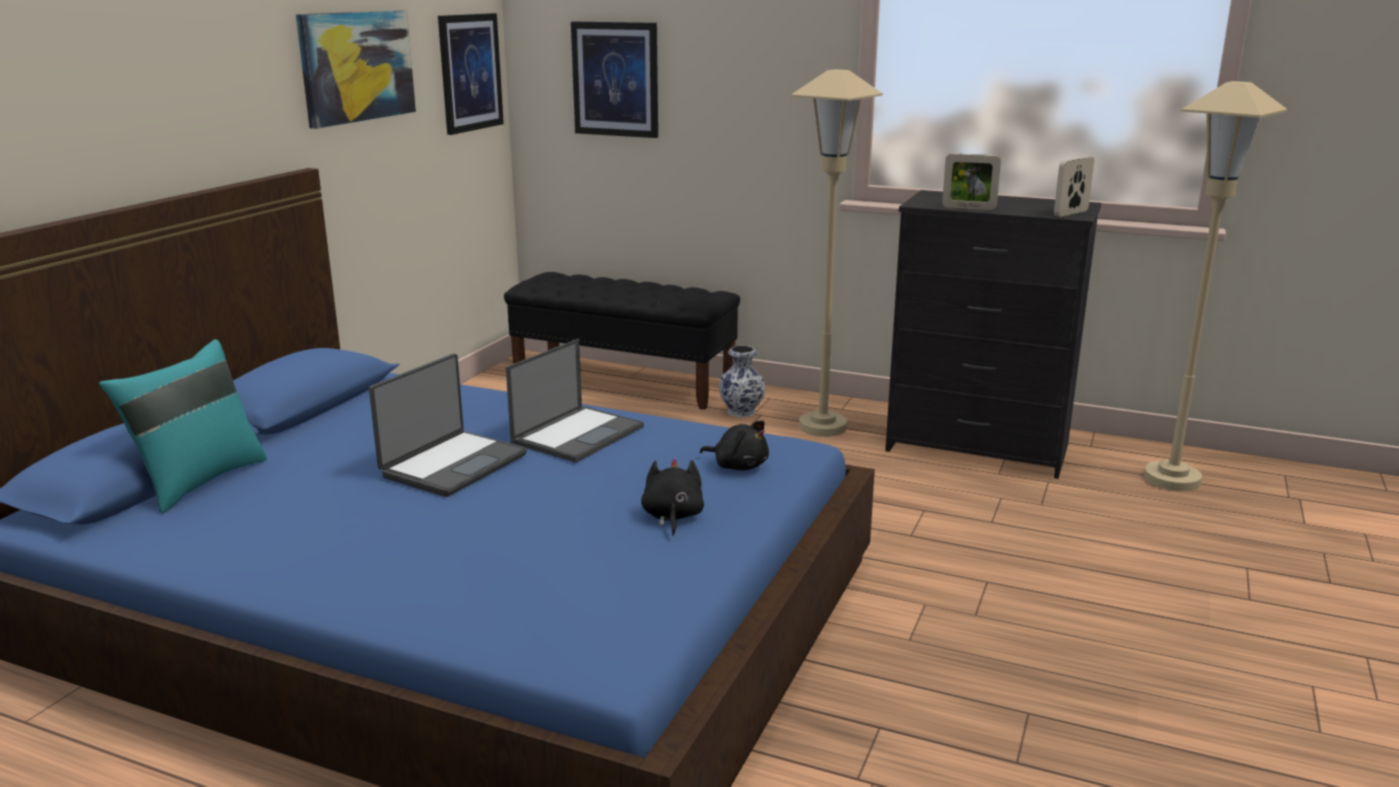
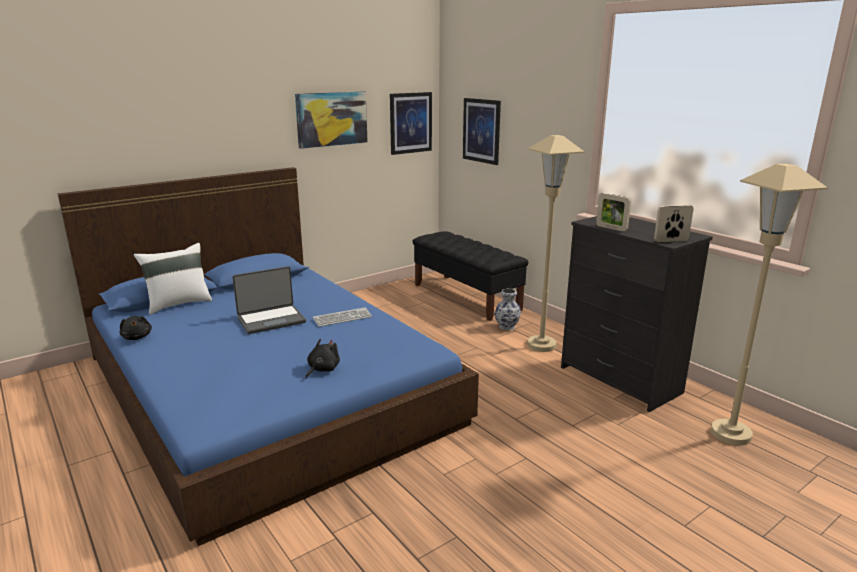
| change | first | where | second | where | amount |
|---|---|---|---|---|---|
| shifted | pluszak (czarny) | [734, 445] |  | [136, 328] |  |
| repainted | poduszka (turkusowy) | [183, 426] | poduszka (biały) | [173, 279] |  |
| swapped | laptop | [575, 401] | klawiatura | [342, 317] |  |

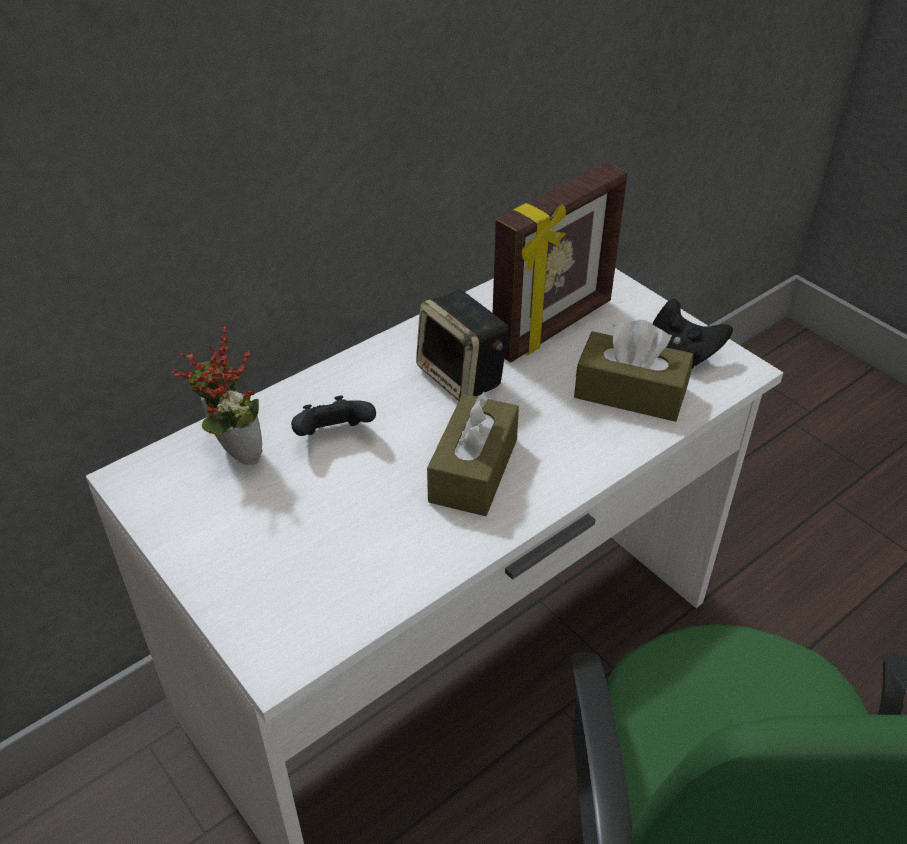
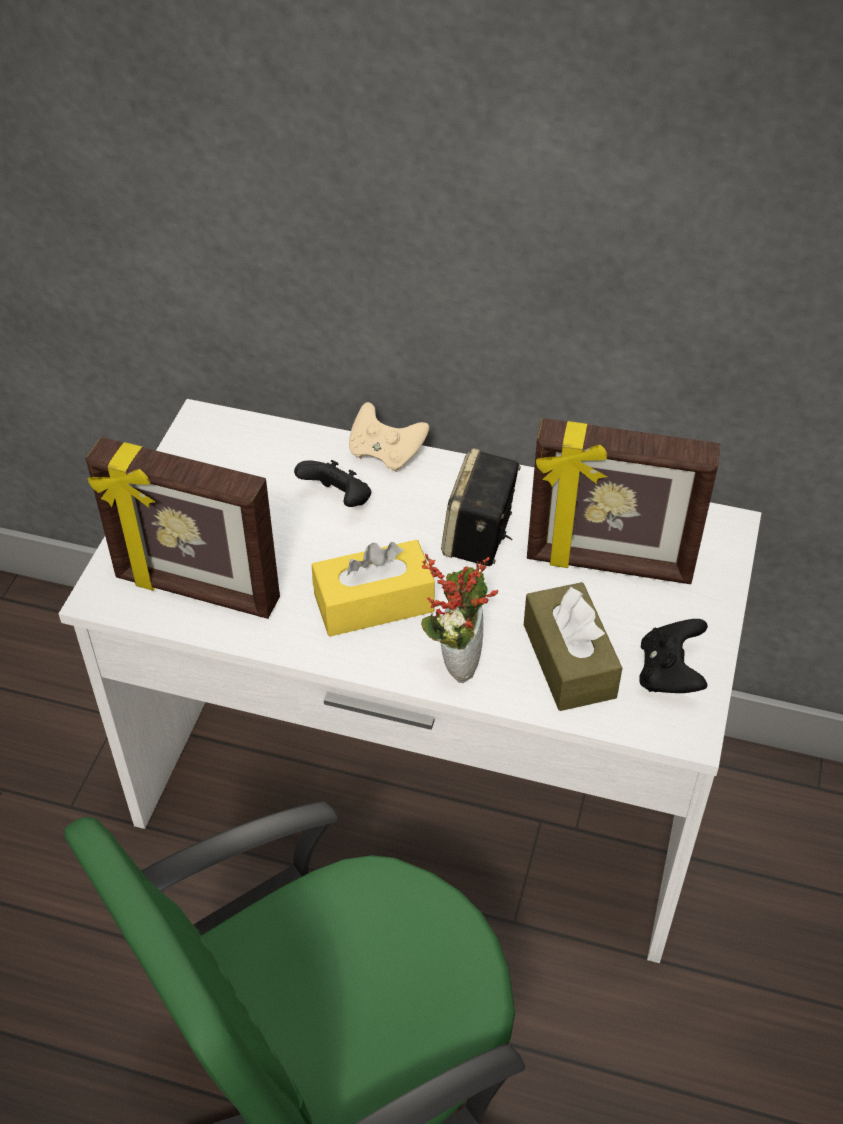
| change | first | where | second | where | amount |
|---|---|---|---|---|---|
| new |  |  | ramka na zdjęcie | [183, 528] |  |
| repainted | pudełko chusteczek (brązowy) | [473, 454] | pudełko chusteczek (żółty) | [373, 588] |  |
| new |  |  | pad do gier (beżowy) | [389, 437] |  |
| shifted | roślina doniczkowa | [217, 396] |  | [459, 618] |  |

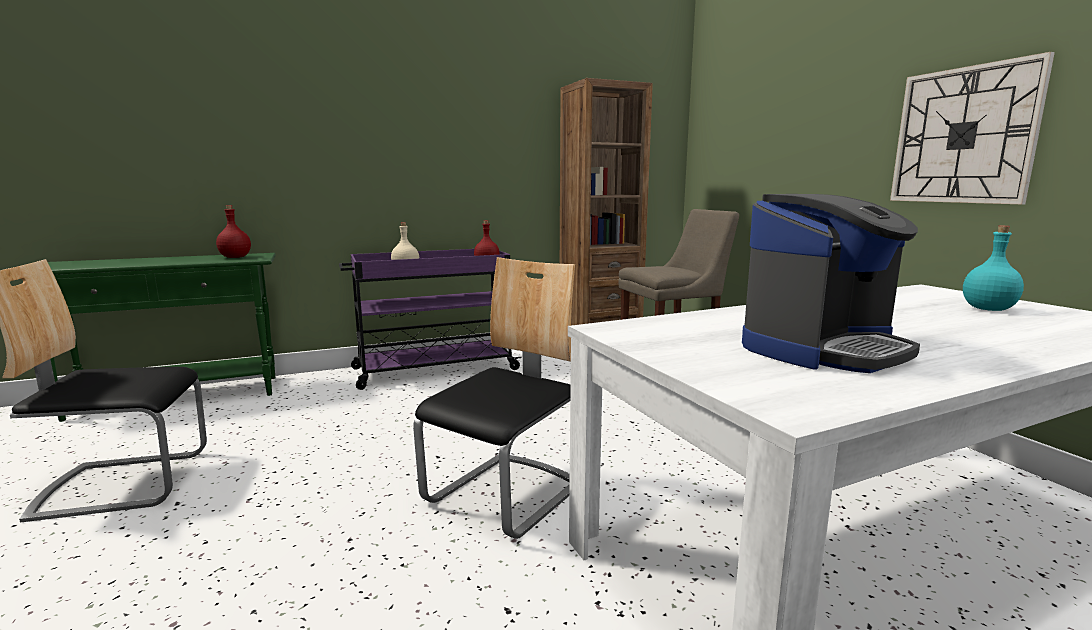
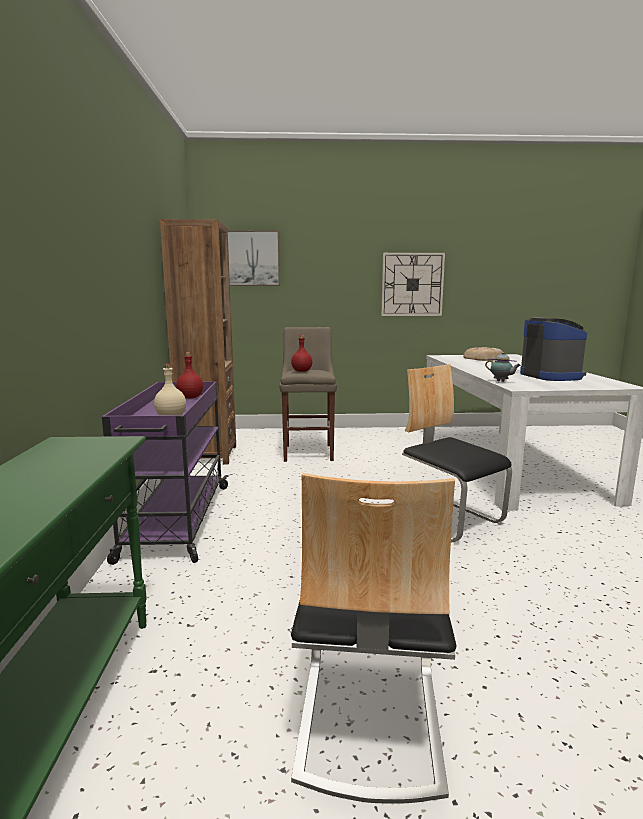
| change | first | where | second | where | amount |
|---|---|---|---|---|---|
| new |  |  | obraz | [254, 258] |  |
| shifted | butelka (czerwony) | [233, 231] |  | [301, 353] |  |
| swapped | butelka (turkusowy) | [993, 268] | chleb | [483, 354] |  |
| new |  |  | imbryk | [503, 367] |  |

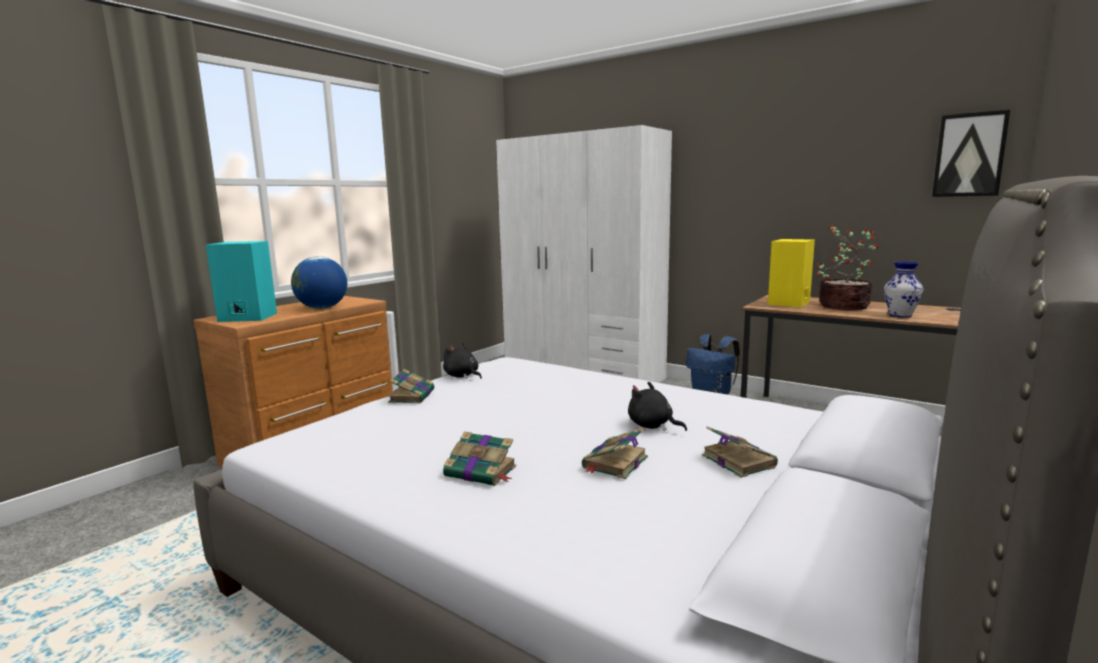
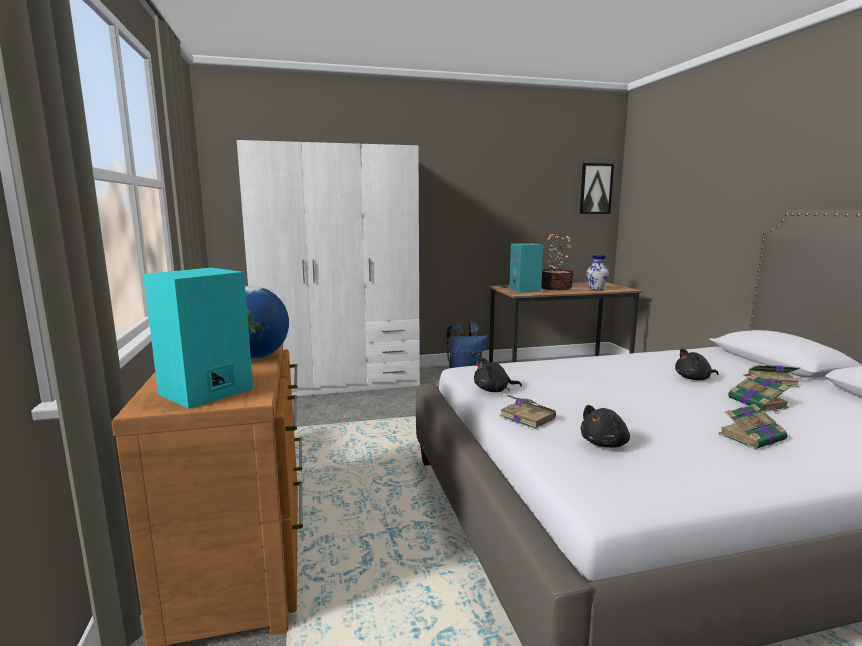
| change | first | where | second | where | amount |
|---|---|---|---|---|---|
| repainted | głośnik (żółty) | [791, 273] | głośnik (turkusowy) | [526, 268] |  |
| new |  |  | pluszak (czarny) | [605, 426] |  |

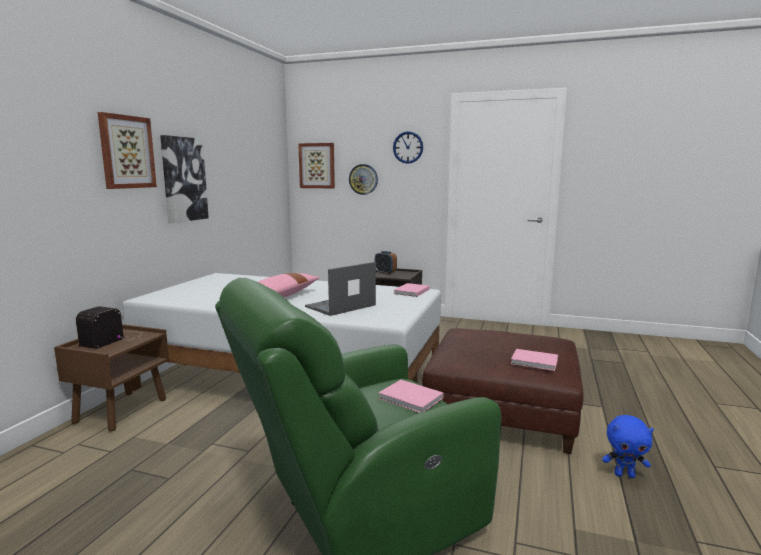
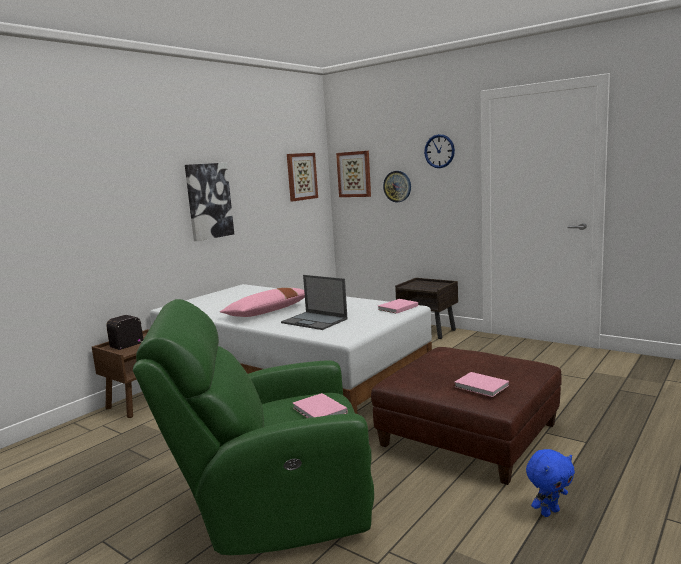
| change | first | where | second | where | amount |
|---|---|---|---|---|---|
| rotated | laptop | [340, 289] |  | [314, 302] | 120 degrees counterclockwise |
| shifted | obraz | [127, 150] |  | [302, 177] |  |
| rotated | pluszak (niebieski) | [628, 446] |  | [550, 483] | 60 degrees counterclockwise |
| gone | budzik | [386, 263] |  |  |  |

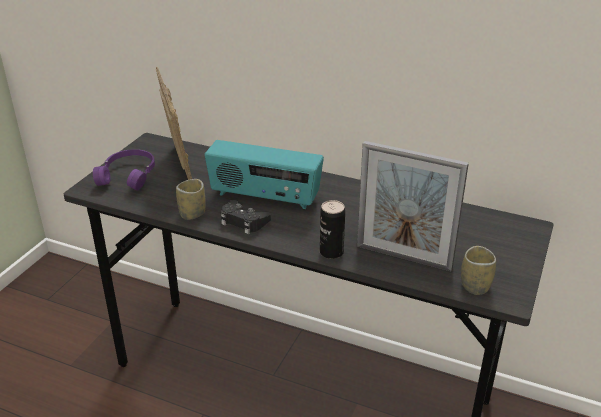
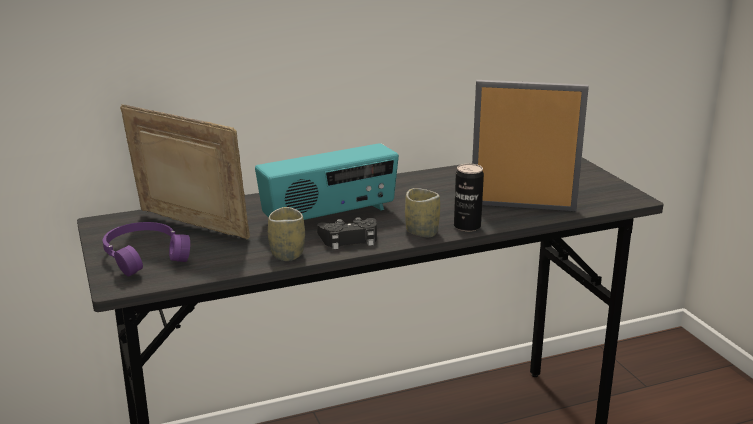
| change | first | where | second | where | amount |
|---|---|---|---|---|---|
| shifted | filiżanka | [478, 270] |  | [422, 212] |  |
| rotated | ramka na zdjęcie | [413, 206] |  | [530, 145] | 150 degrees counterclockwise |

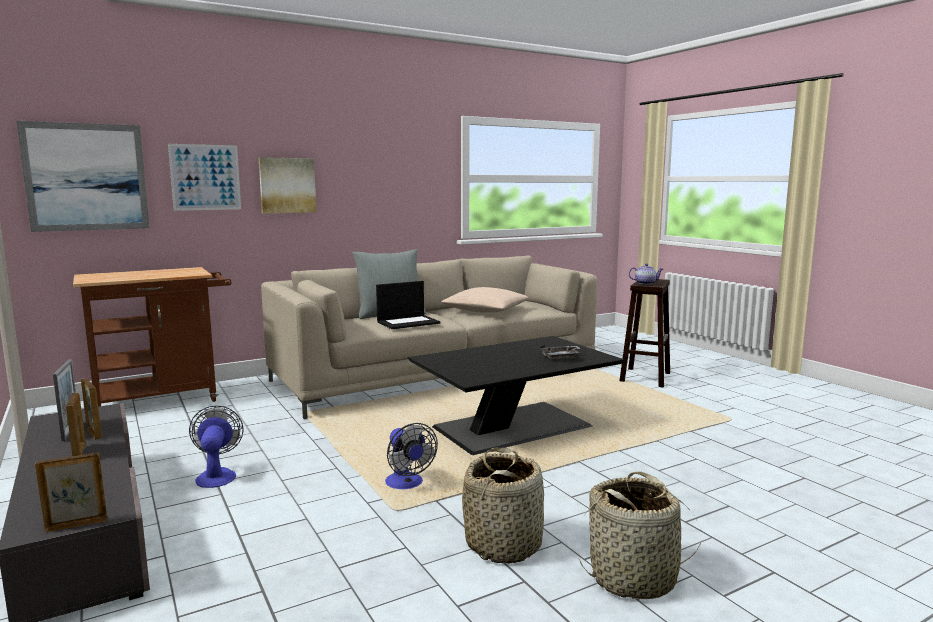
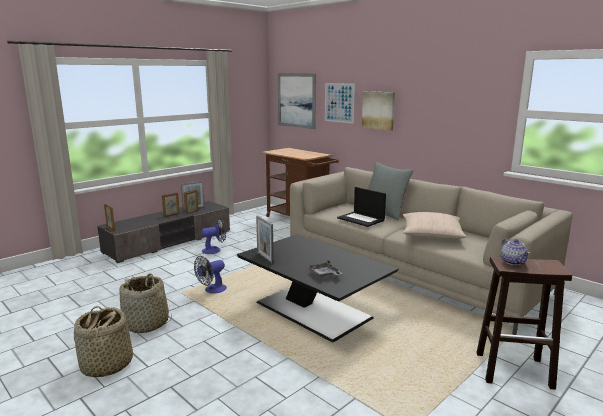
| change | first | where | second | where | amount |
|---|---|---|---|---|---|
| new |  |  | ramka na zdjęcie | [265, 240] |  |

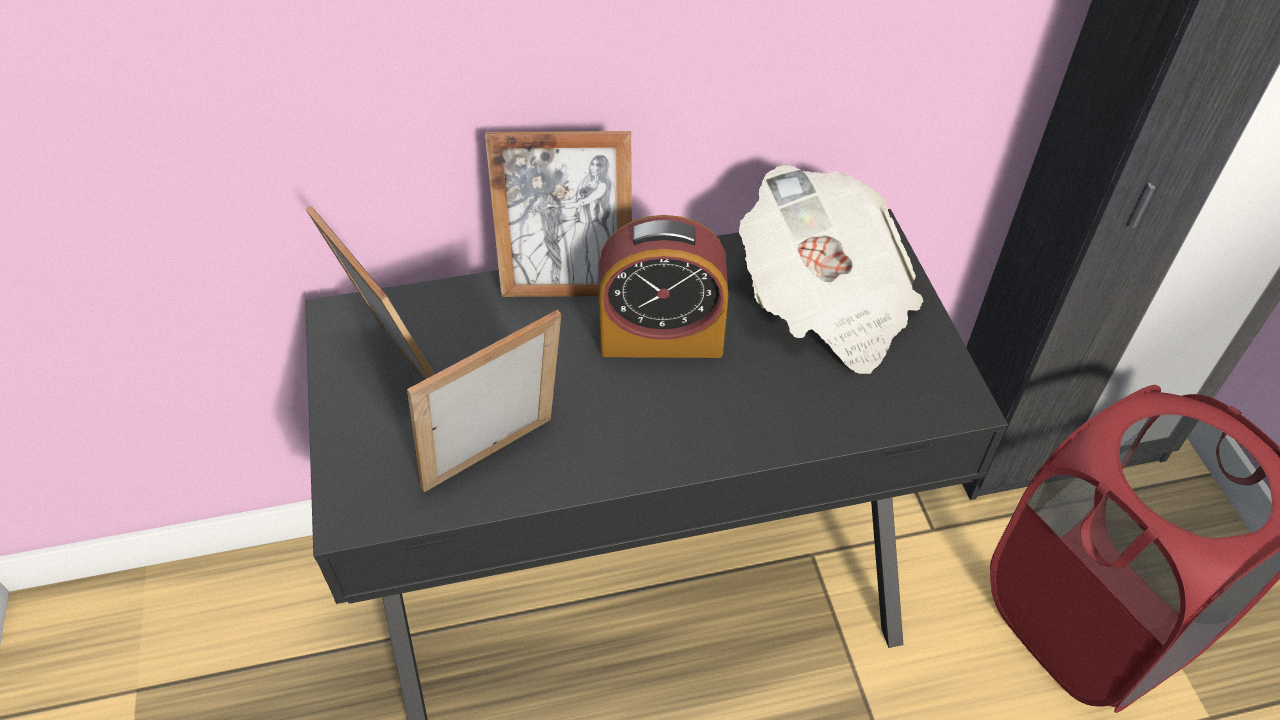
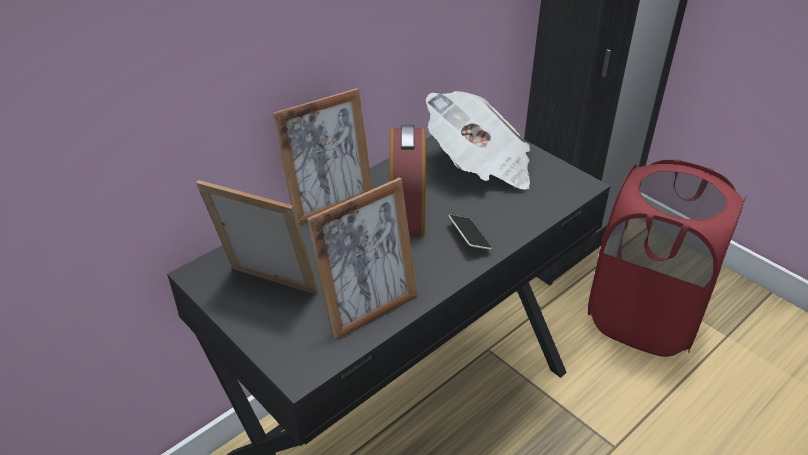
| change | first | where | second | where | amount |
|---|---|---|---|---|---|
| rotated | ramka na zdjęcie | [484, 401] |  | [362, 259] | 150 degrees counterclockwise |
| rotated | budzik | [663, 286] |  | [407, 181] | 120 degrees clockwise |
| new |  |  | telefon | [470, 232] |  |

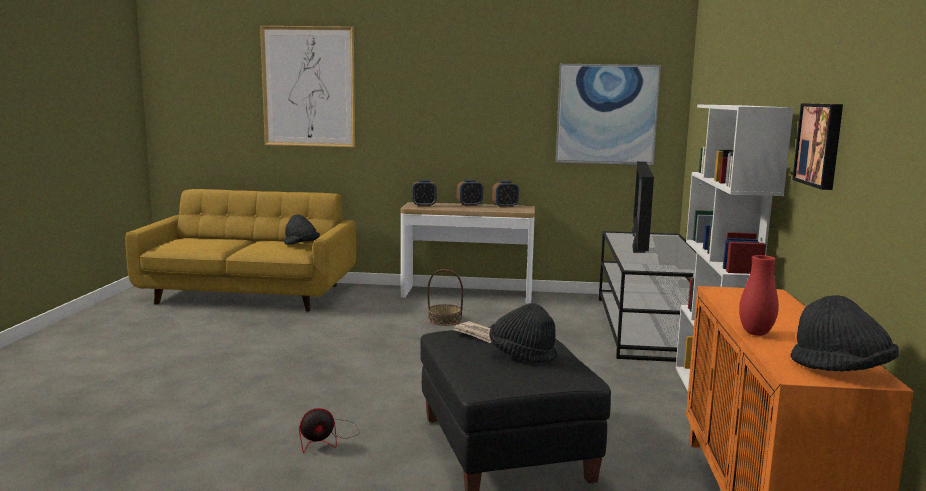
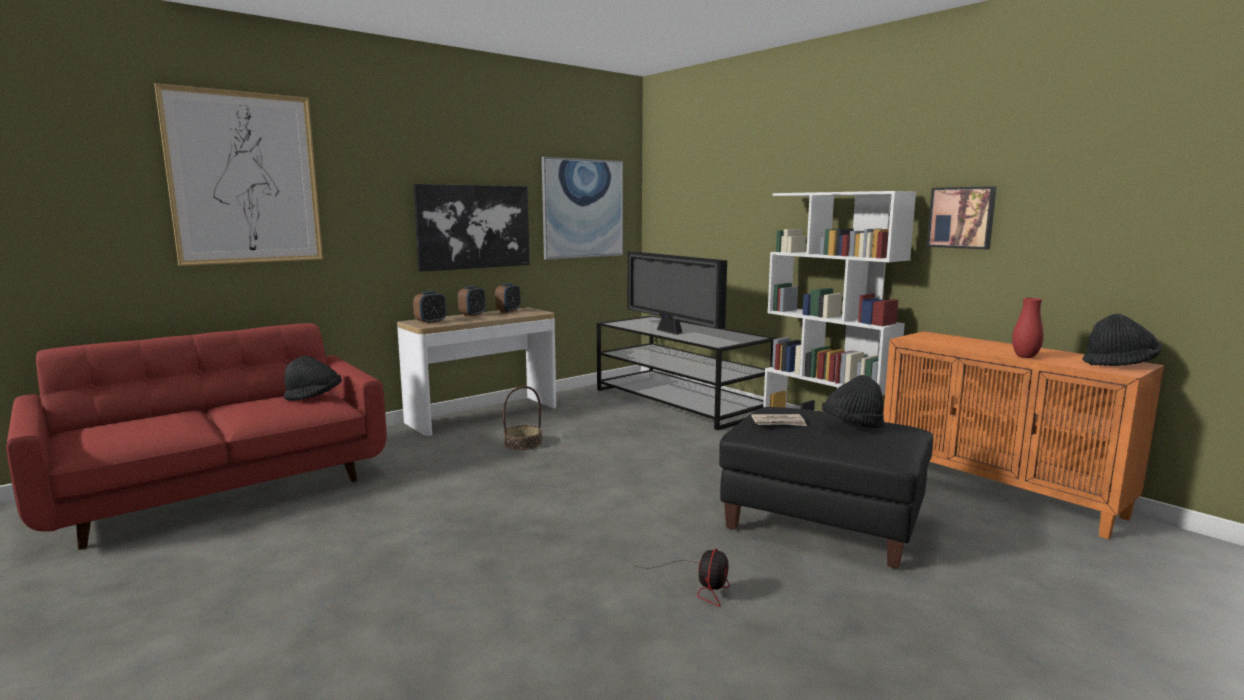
| change | first | where | second | where | amount |
|---|---|---|---|---|---|
| repainted | kanapa (żółty) | [240, 250] | kanapa (czerwony) | [196, 436] |  |
| new |  |  | obraz | [471, 228] |  |

